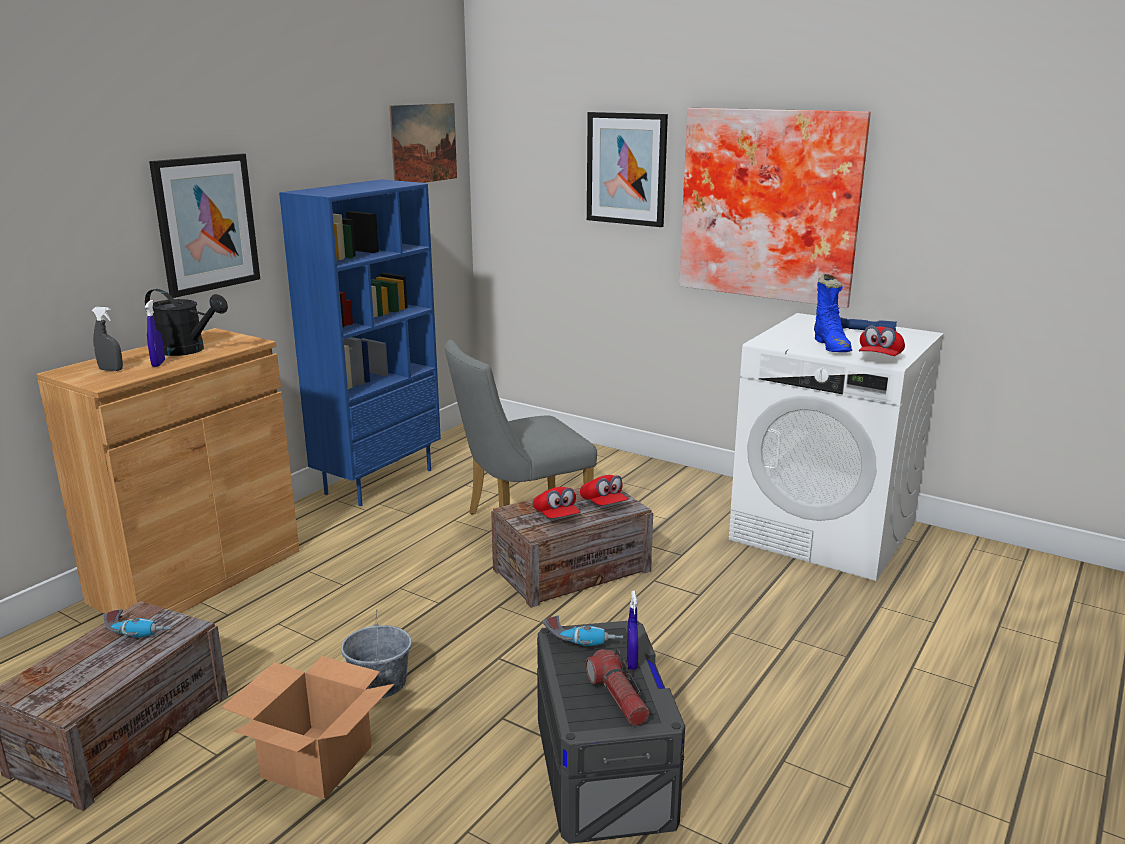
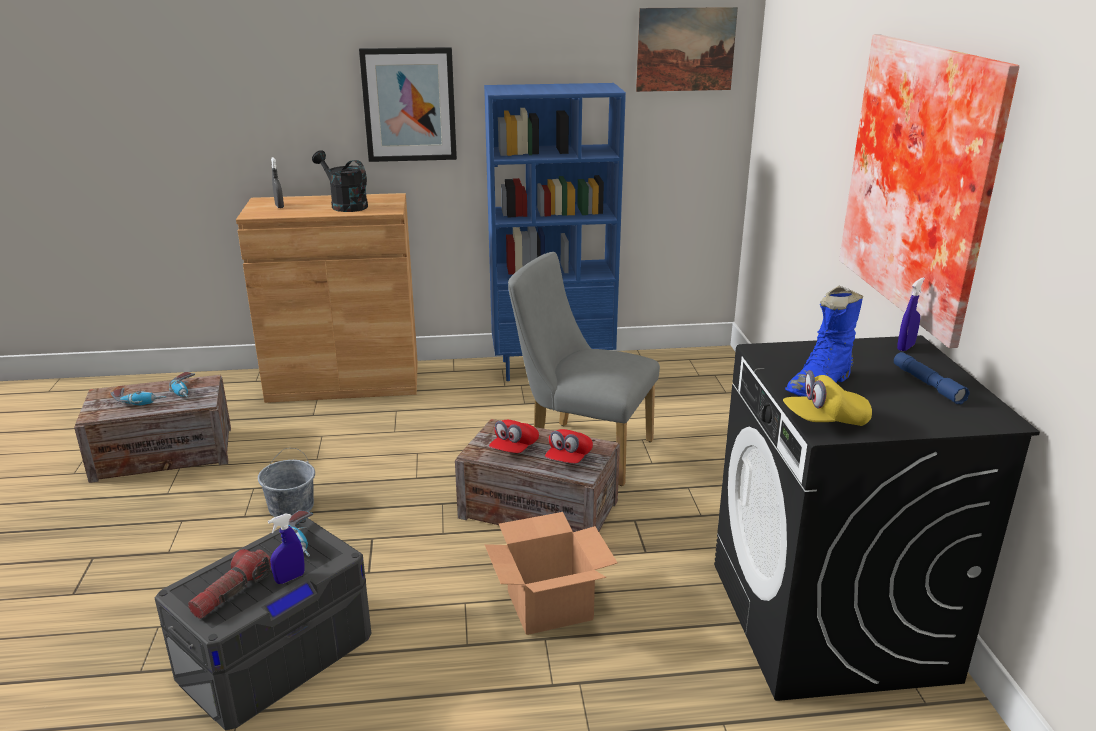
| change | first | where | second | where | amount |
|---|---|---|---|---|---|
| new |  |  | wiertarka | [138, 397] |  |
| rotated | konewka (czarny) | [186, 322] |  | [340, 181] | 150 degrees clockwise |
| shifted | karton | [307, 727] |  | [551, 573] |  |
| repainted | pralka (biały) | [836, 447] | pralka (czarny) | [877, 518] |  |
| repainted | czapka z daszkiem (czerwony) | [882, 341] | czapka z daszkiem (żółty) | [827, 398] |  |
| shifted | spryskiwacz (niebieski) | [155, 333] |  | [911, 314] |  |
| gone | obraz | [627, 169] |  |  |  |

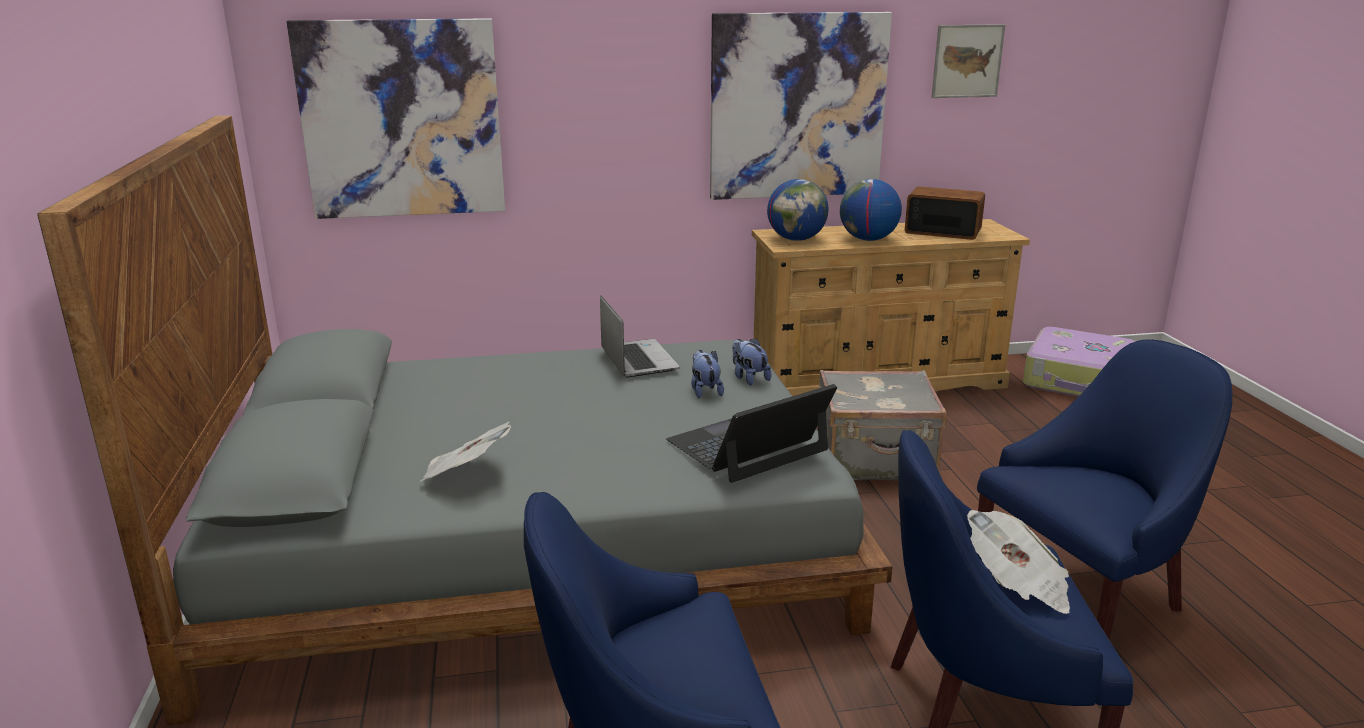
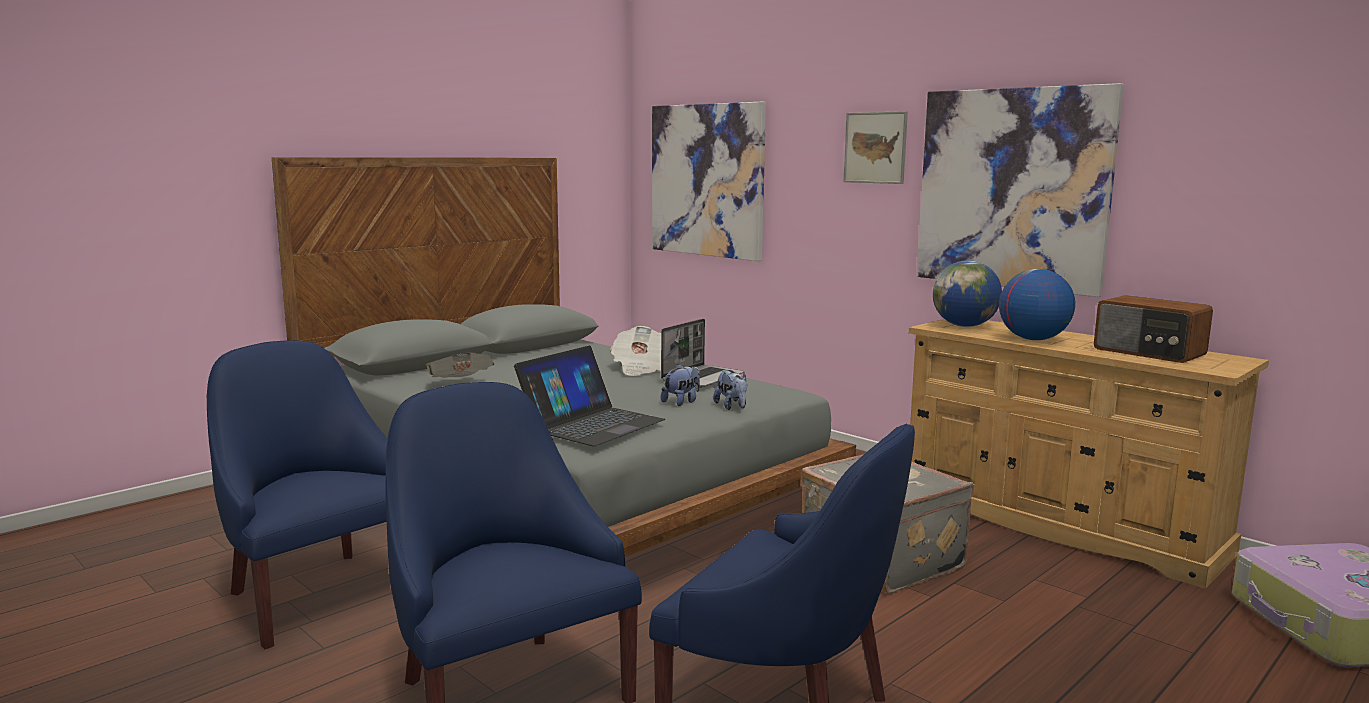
| change | first | where | second | where | amount |
|---|---|---|---|---|---|
| rotated | laptop | [751, 433] |  | [589, 395] | 105 degrees clockwise |
| shifted | gazeta | [1018, 562] |  | [635, 351] |  |
| rotated | pluszak | [752, 361] |  | [730, 390] | 135 degrees clockwise |
| shifted | obraz | [968, 61] |  | [875, 147] |  |
| rotated | radio | [945, 213] |  | [1153, 329] | 150 degrees clockwise |

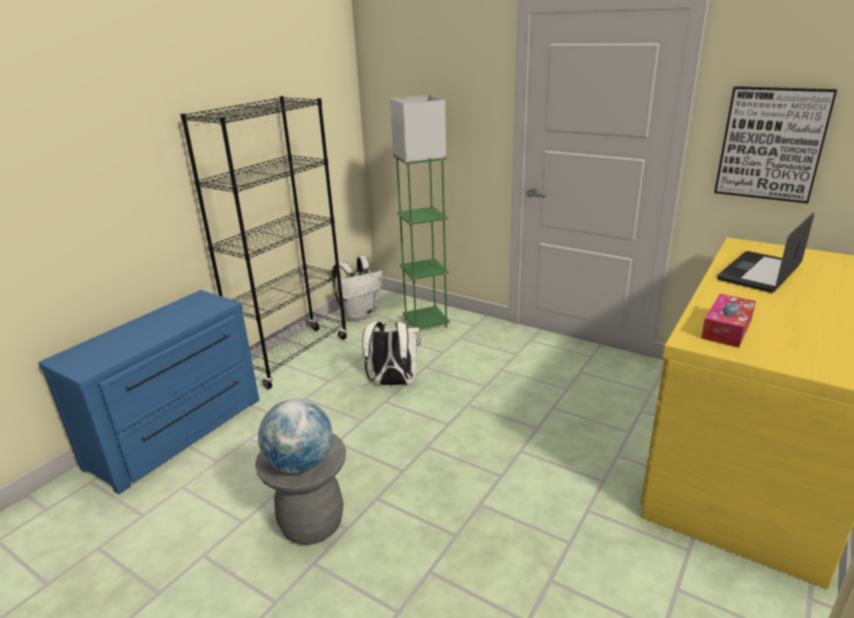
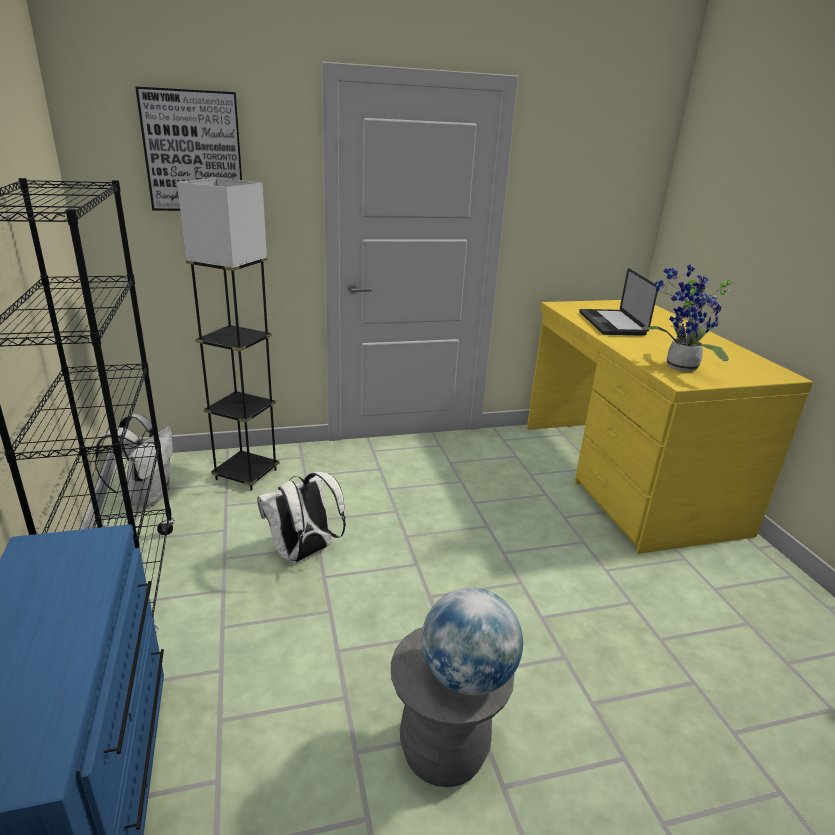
| change | first | where | second | where | amount |
|---|---|---|---|---|---|
| shifted | obraz | [775, 144] |  | [188, 148] |  |
| repainted | lampa stojąca (zielony) | [420, 212] | lampa stojąca (szary) | [228, 334] |  |
| swapped | pudełko chusteczek | [728, 321] | roślina doniczkowa | [688, 318] |  |

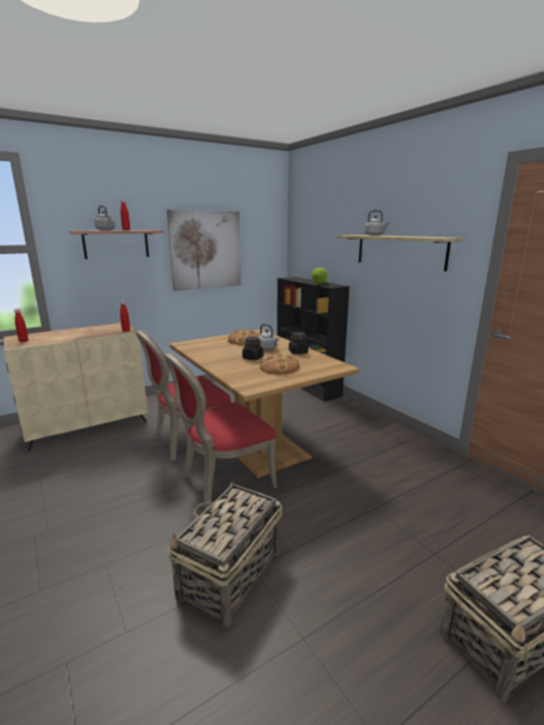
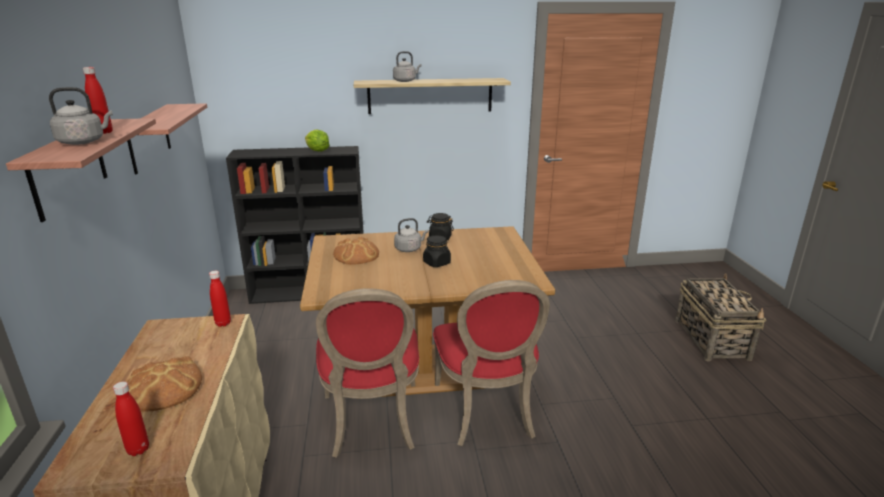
| change | first | where | second | where | amount |
|---|---|---|---|---|---|
| swapped | obraz | [204, 250] | półka | [167, 139] |  |
| shifted | chleb | [279, 363] |  | [164, 383] |  |
| gone | koszyk | [225, 552] |  |  |  |

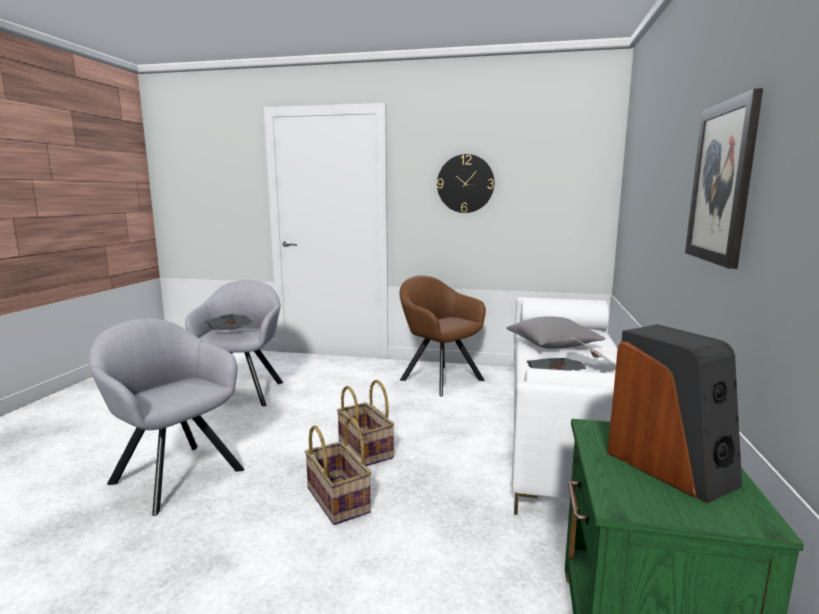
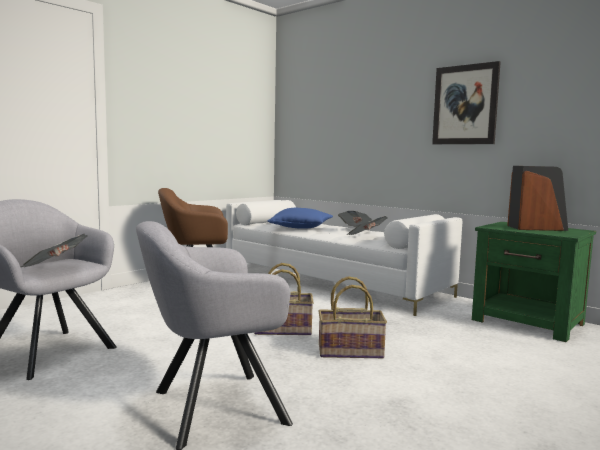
| change | first | where | second | where | amount |
|---|---|---|---|---|---|
| repainted | poduszka (szary) | [556, 332] | poduszka (niebieski) | [300, 218] |  |
| gone | zegar ścienny | [466, 183] |  |  |  |

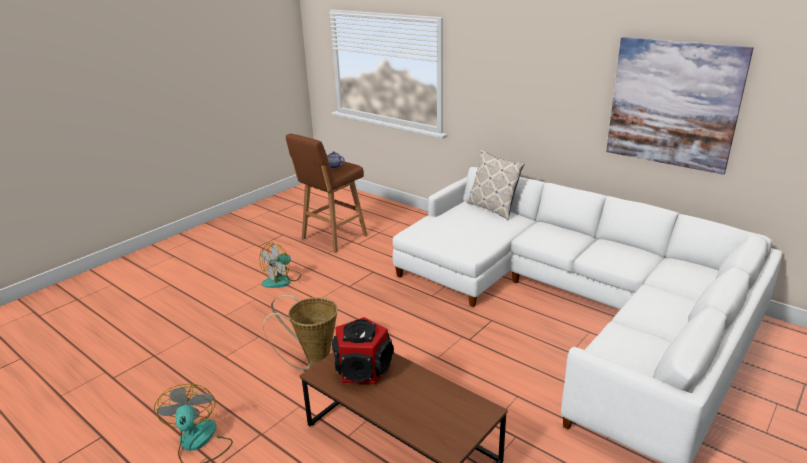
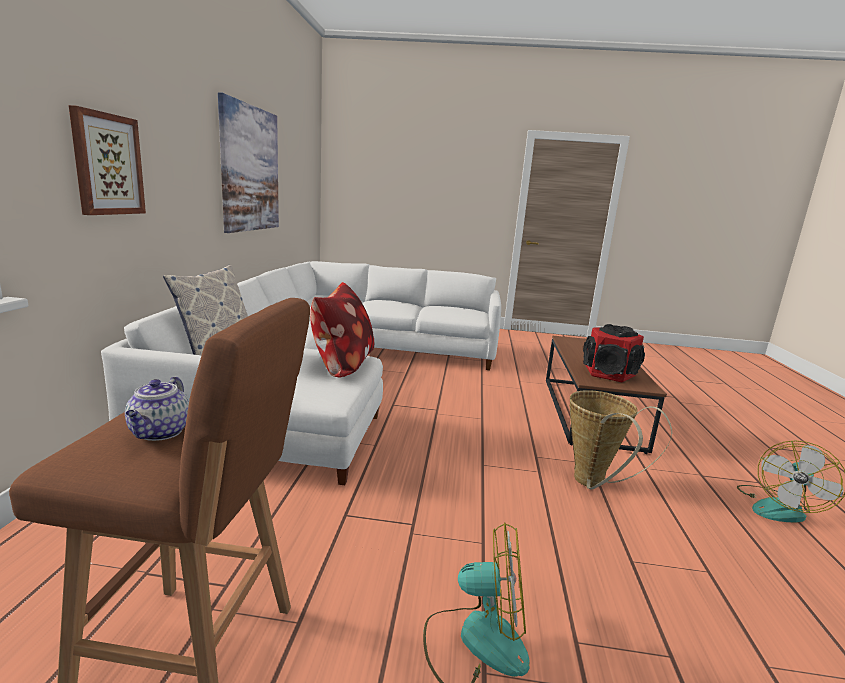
| change | first | where | second | where | amount |
|---|---|---|---|---|---|
| new |  |  | obraz | [107, 160] |  |
| new |  |  | poduszka | [342, 329] |  |

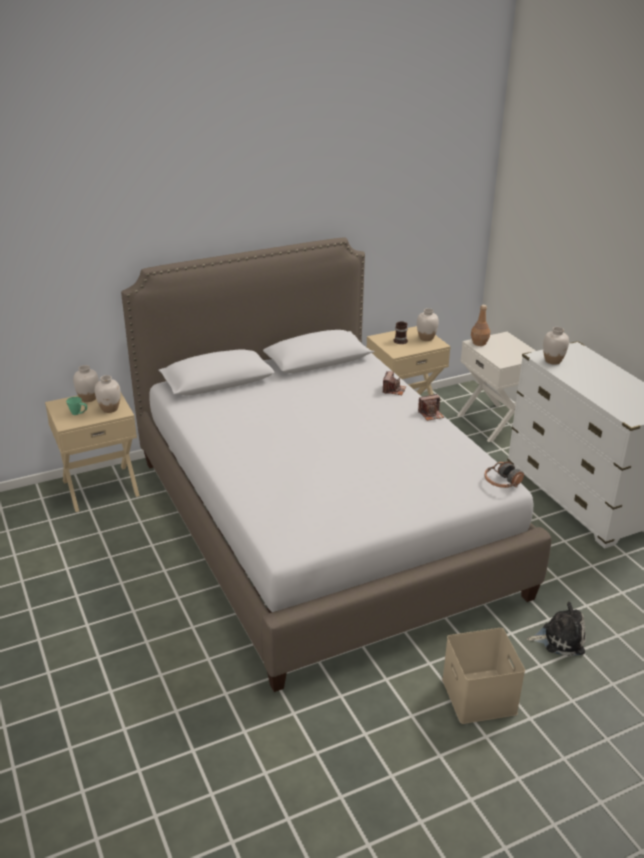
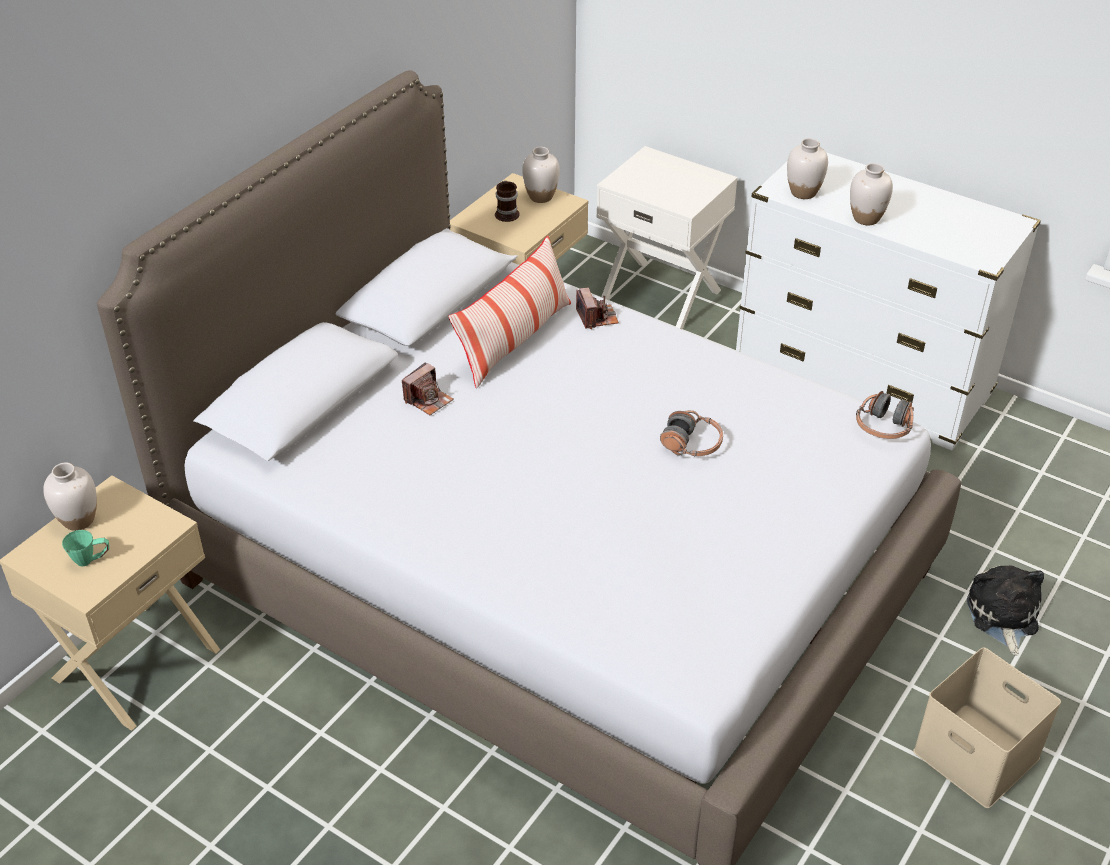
| change | first | where | second | where | amount |
|---|---|---|---|---|---|
| shifted | aparat fotograficzny | [431, 407] |  | [427, 388] |  |
| new |  |  | poduszka | [509, 312] |  |
| new |  |  | słuchawki | [691, 433] |  |
| shifted | wazon (biały) | [108, 394] |  | [871, 194] |  |
| rotated | pluszak | [556, 629] |  | [1005, 610] | 60 degrees counterclockwise |
| gone | butelka (brązowy) | [480, 325] |  |  |  |

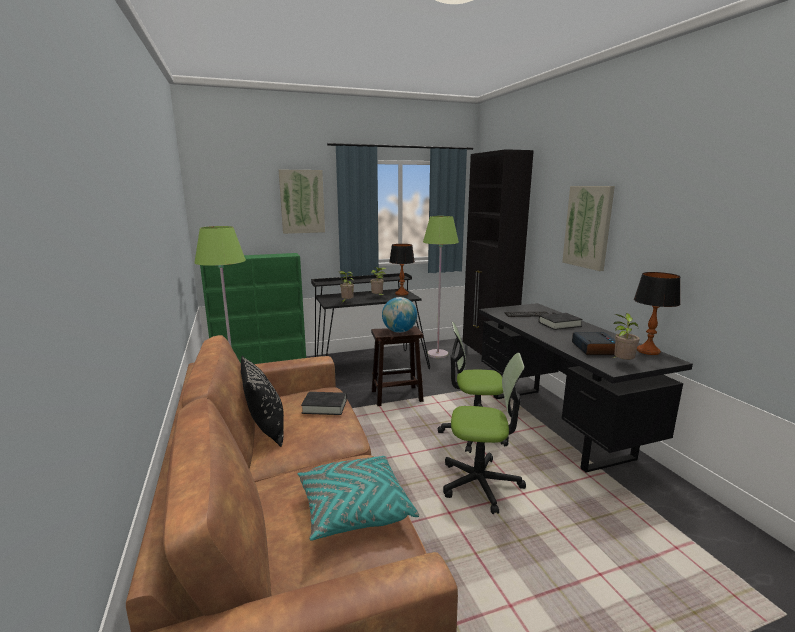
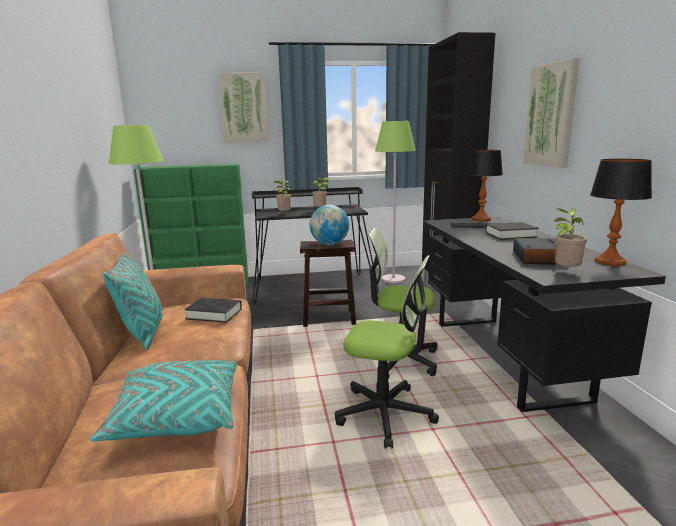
| change | first | where | second | where | amount |
|---|---|---|---|---|---|
| repainted | poduszka (czarny) | [262, 401] | poduszka (turkusowy) | [132, 301] |  |
| shifted | lampa stołowa | [402, 270] |  | [484, 185] |  |

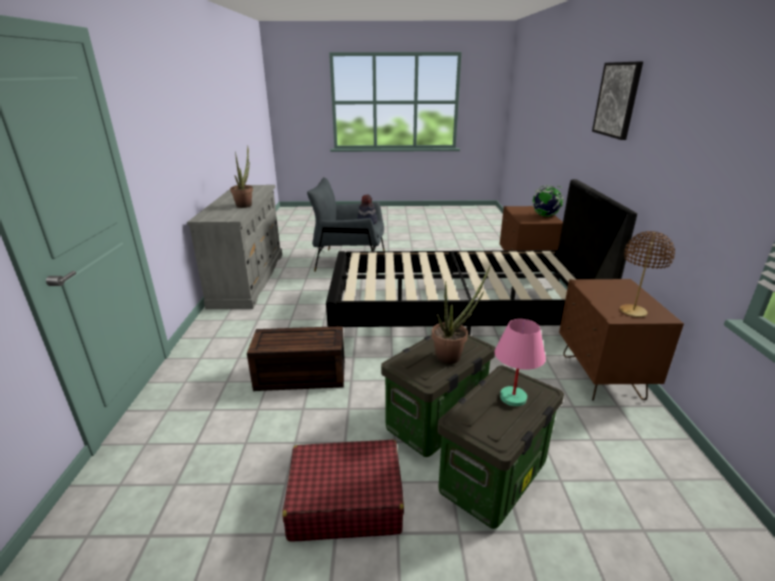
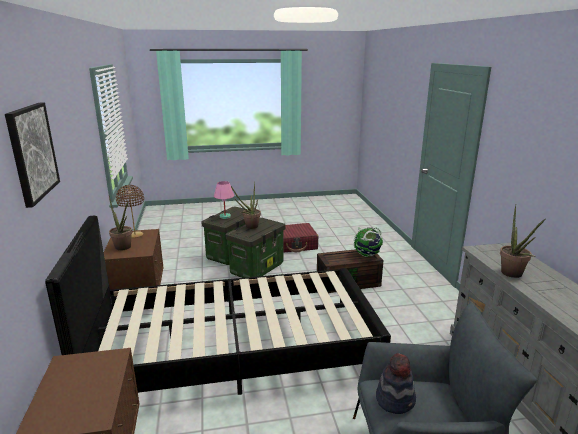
| change | first | where | second | where | amount |
|---|---|---|---|---|---|
| new |  |  | roślina doniczkowa | [121, 223] |  |
| shifted | globus | [548, 201] |  | [368, 242] |  |

